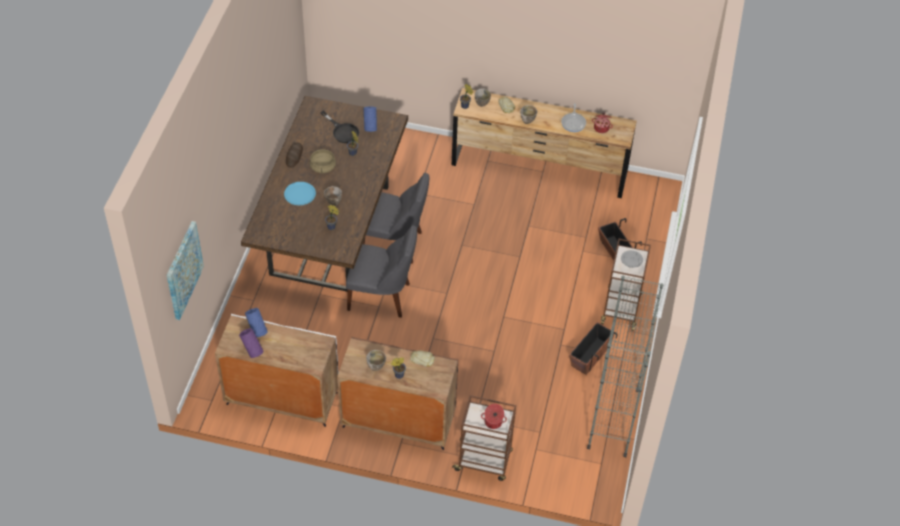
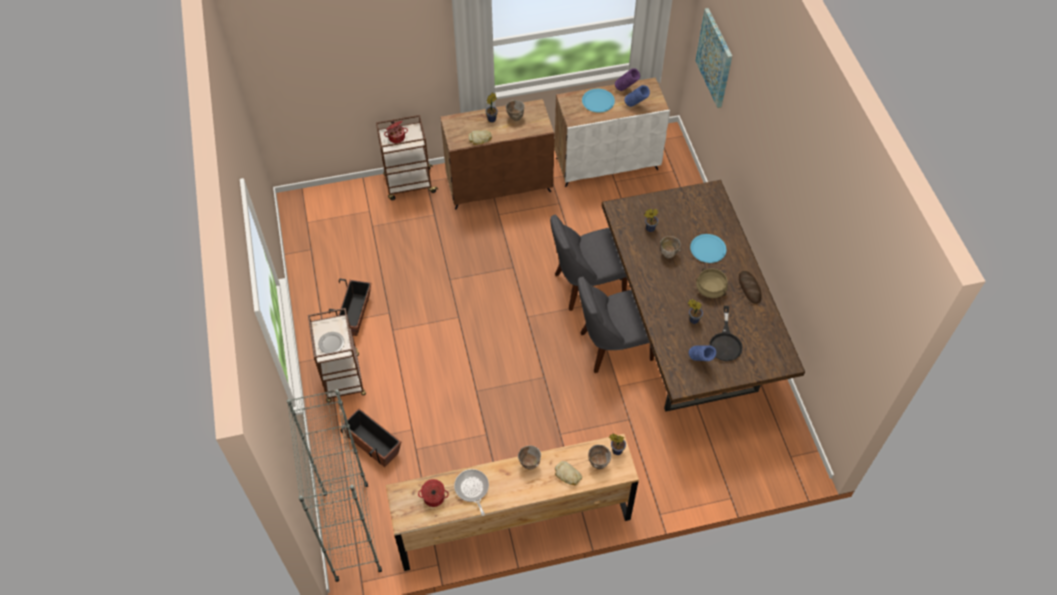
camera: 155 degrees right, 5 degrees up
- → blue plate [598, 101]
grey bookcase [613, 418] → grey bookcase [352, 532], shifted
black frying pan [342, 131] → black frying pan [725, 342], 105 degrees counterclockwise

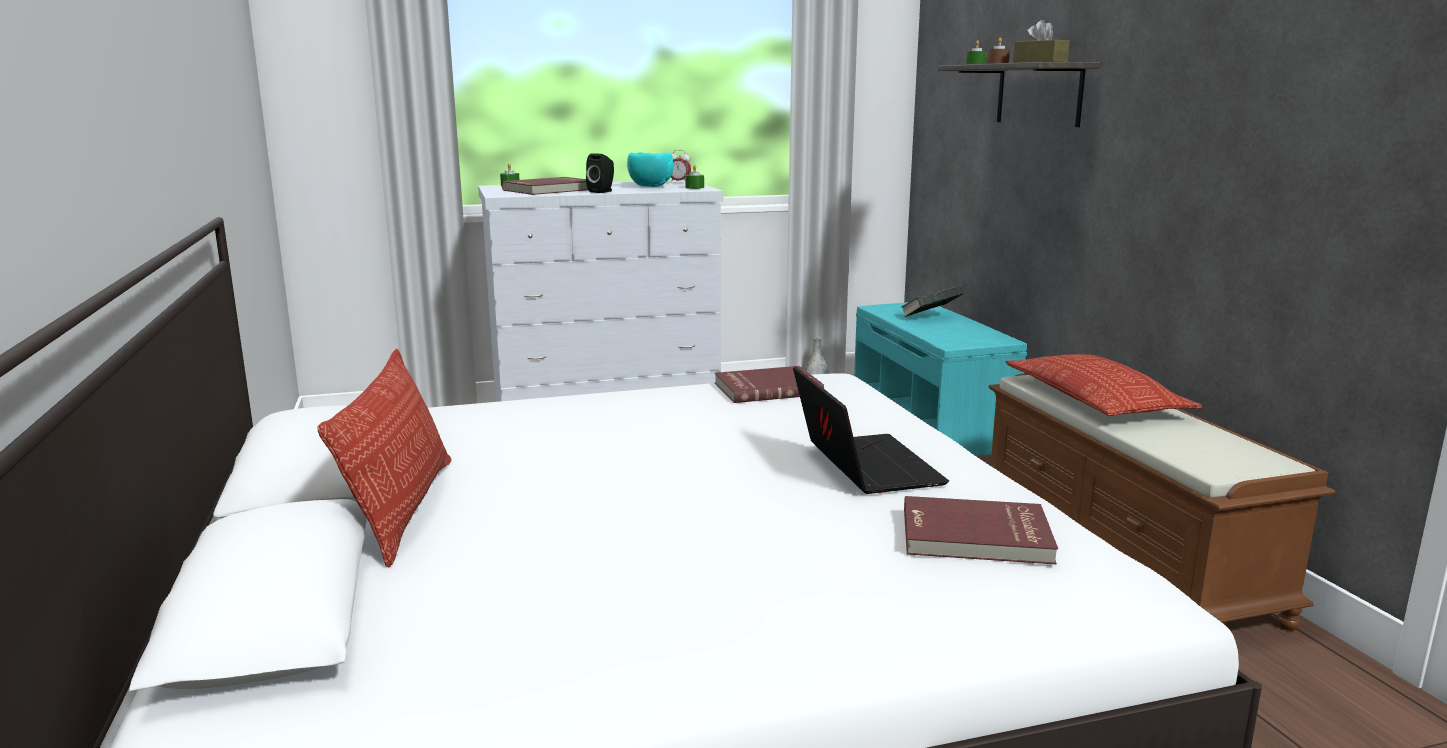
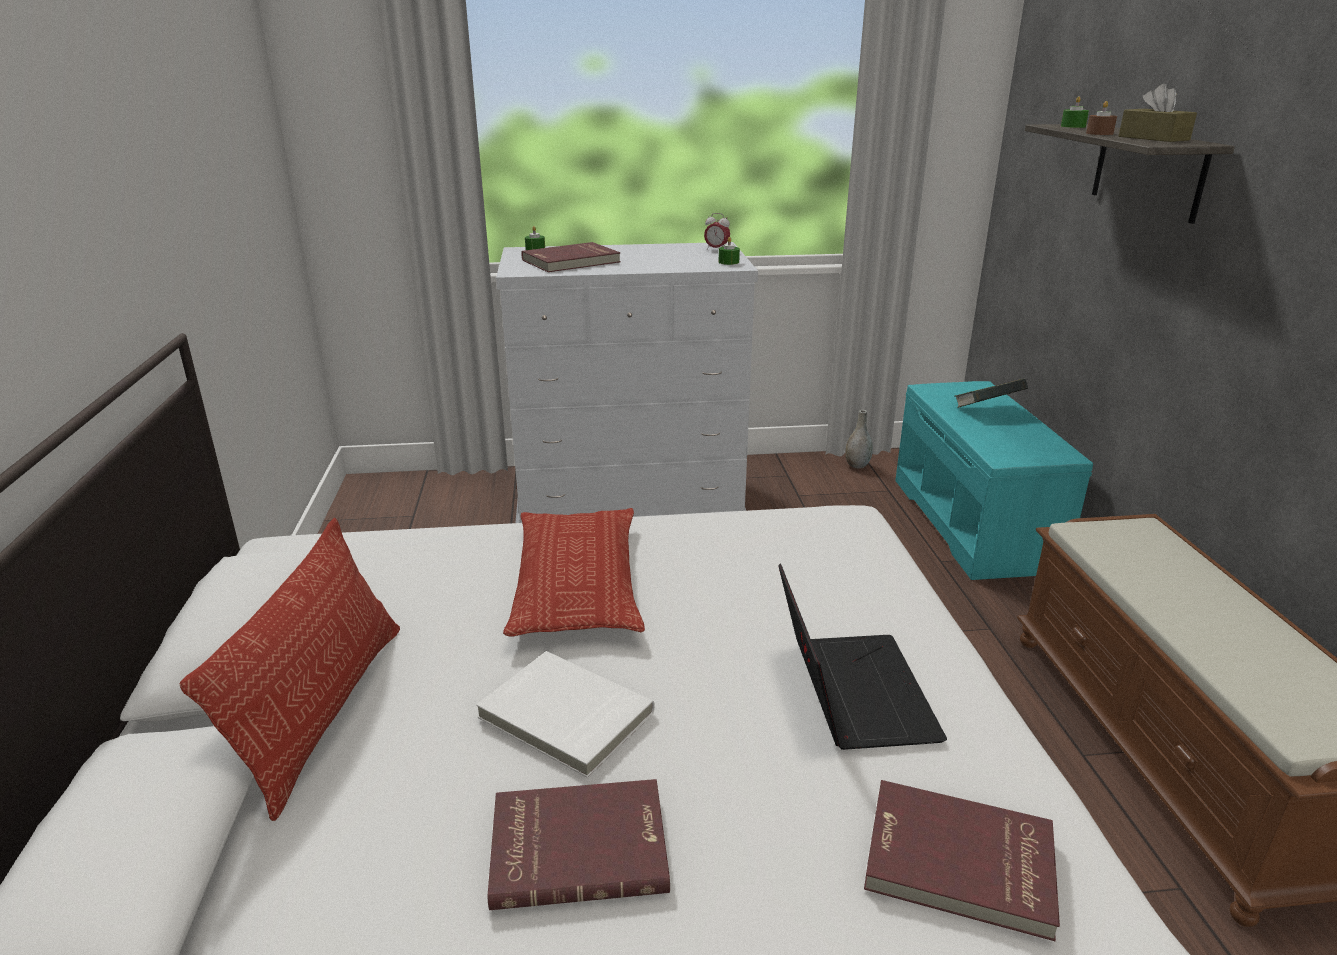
camera: 10 degrees right, 10 degrees up
black speaker [602, 191] → -
turquoise bowl [651, 186] → -
- → white book [564, 717]
red book [767, 388] → red book [579, 845], shifted
pillow [1094, 398] → pillow [577, 582], shifted

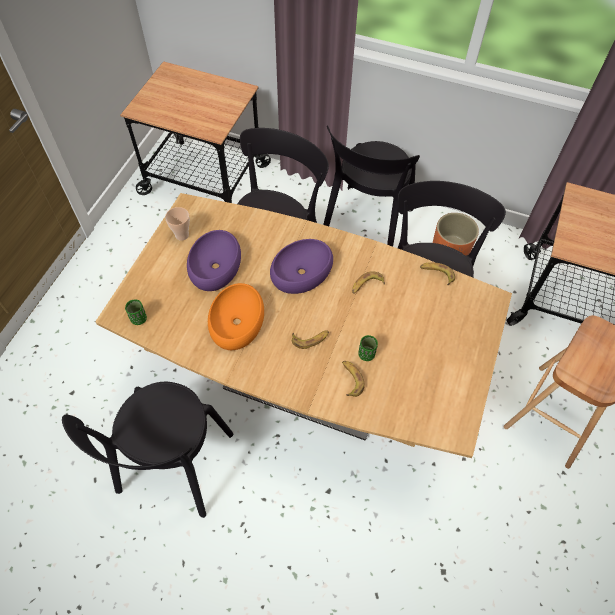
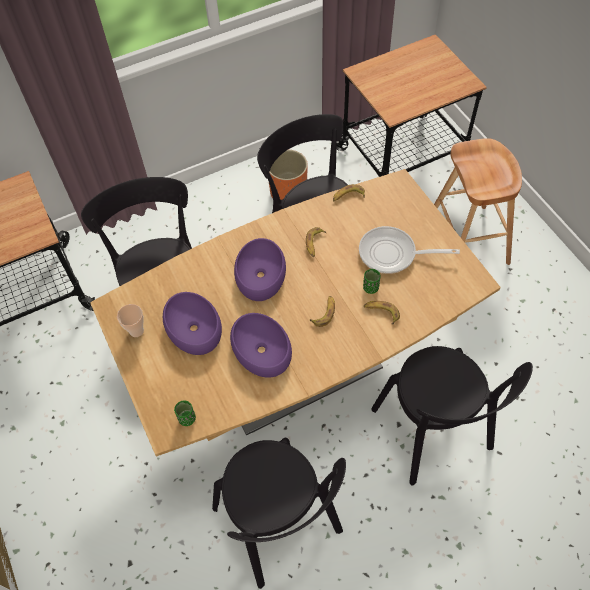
camera: 45 degrees left, 0 degrees up
- → frying pan [392, 254]
black chair [366, 224] → black chair [434, 433], shifted
orange bowl [236, 321] → purple bowl [260, 350]

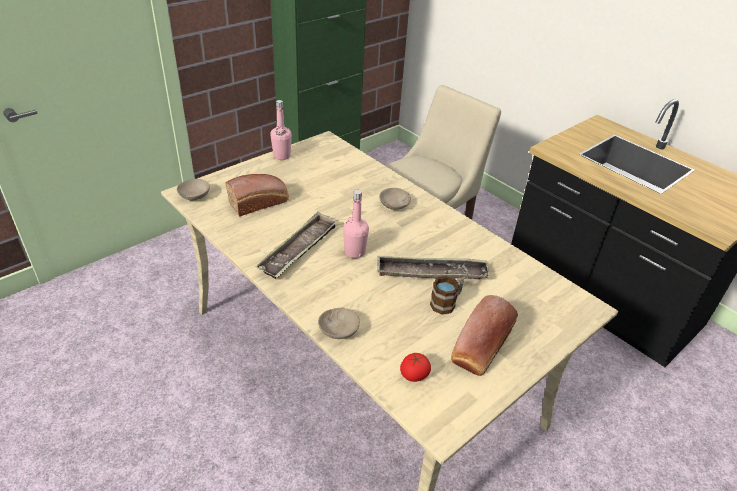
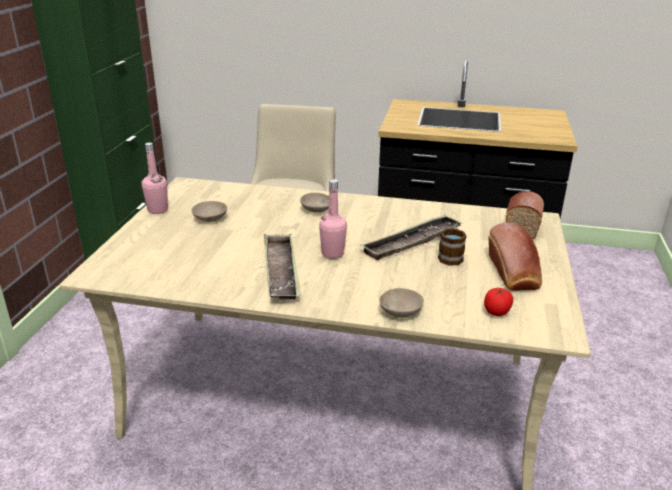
camera: 35 degrees left, 10 degrees down
beige bowl [195, 195] → beige bowl [211, 218], shifted
bread [260, 202] → bread [523, 223], shifted

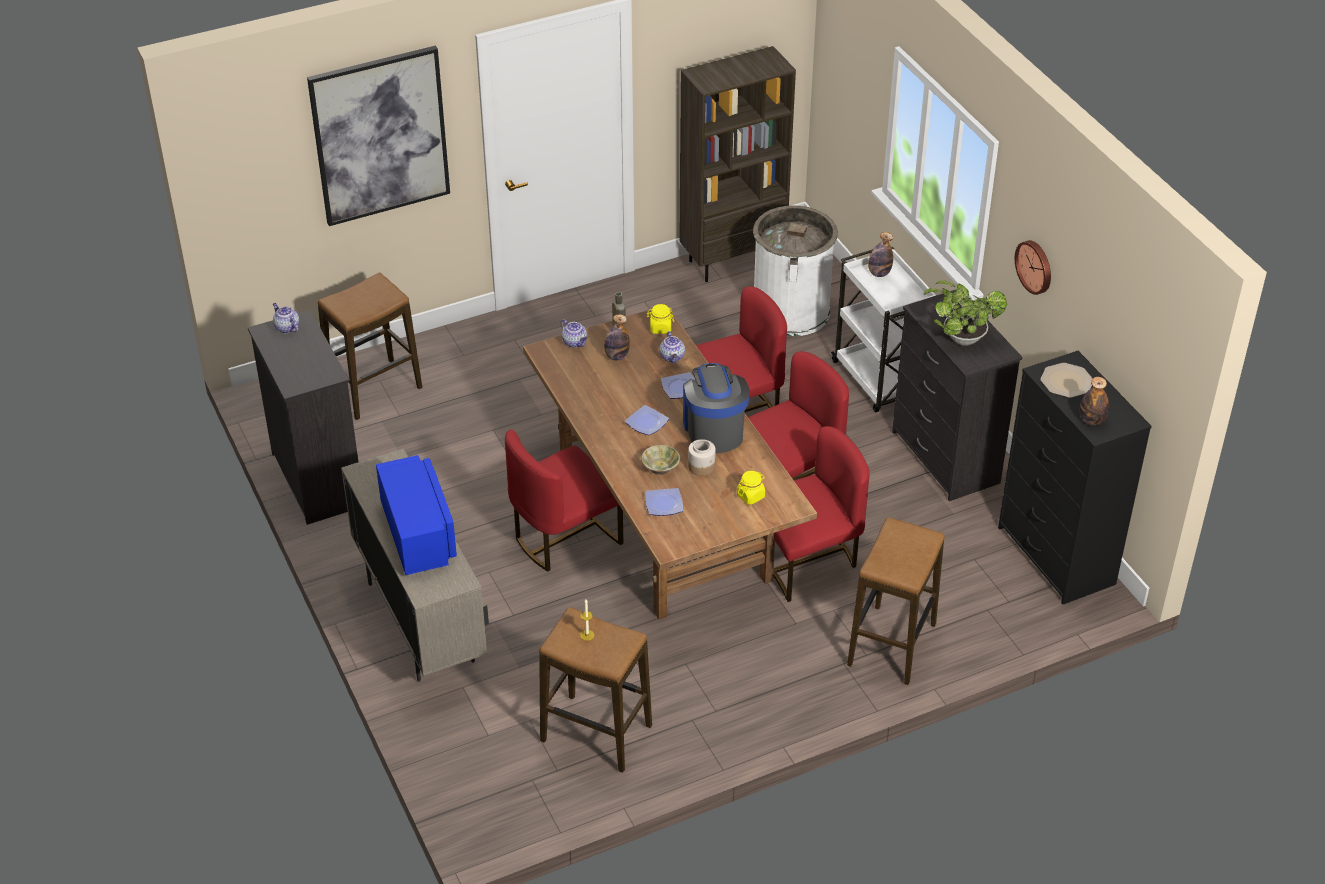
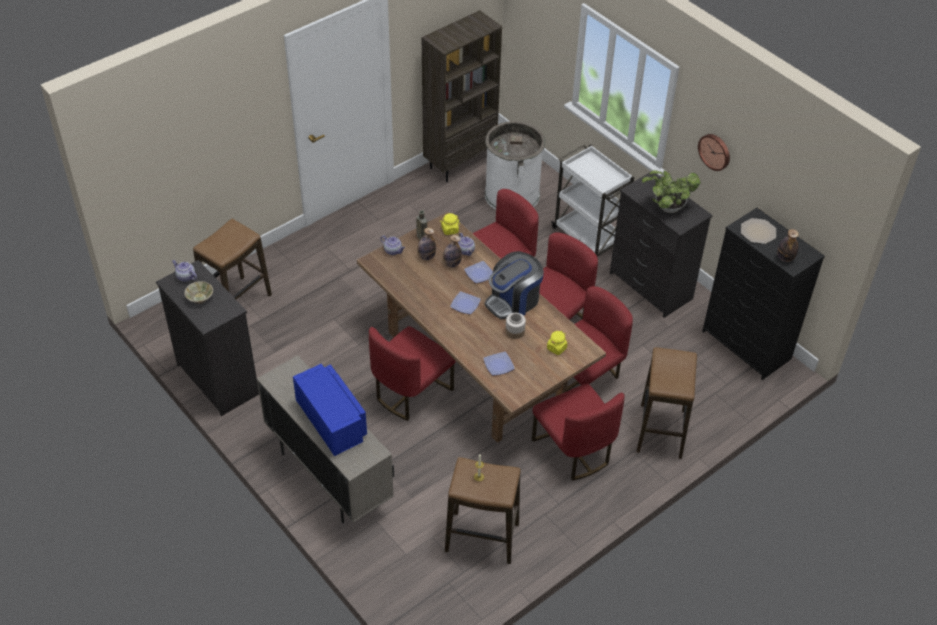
camera: 15 degrees left, 5 degrees up
picture [380, 135] → -
- → red chair [573, 450]
beige bowl [660, 467] → beige bowl [200, 298], shifted
bottle [879, 273] → bottle [452, 264], shifted
coffee machine [714, 429] → coffee machine [513, 301], 105 degrees counterclockwise

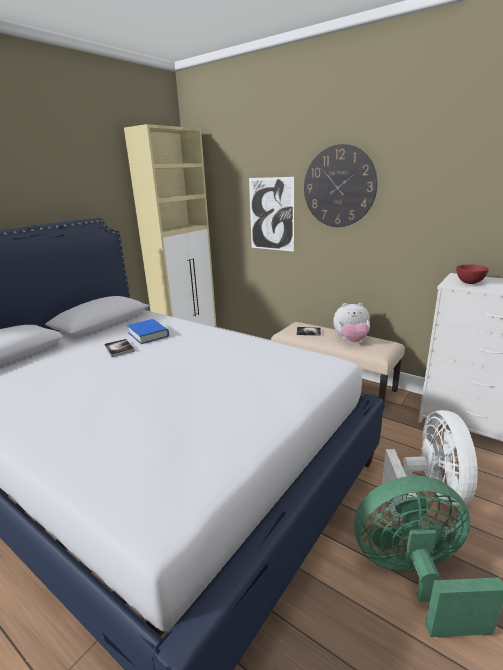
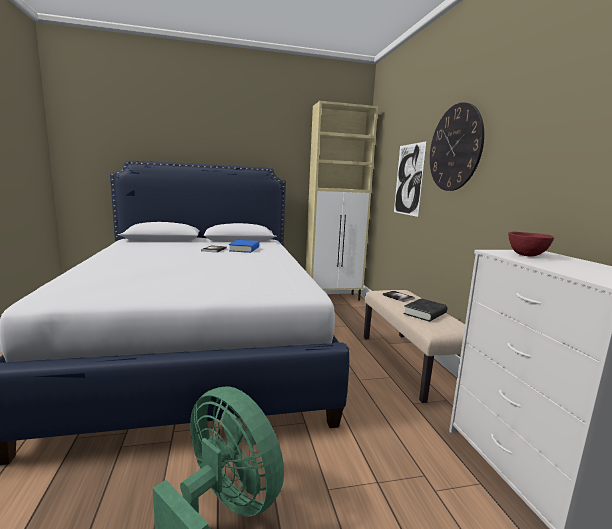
camera: 40 degrees right, 10 degrees down
white fan [429, 494] → -
plush toy [351, 340] → black book [425, 313]

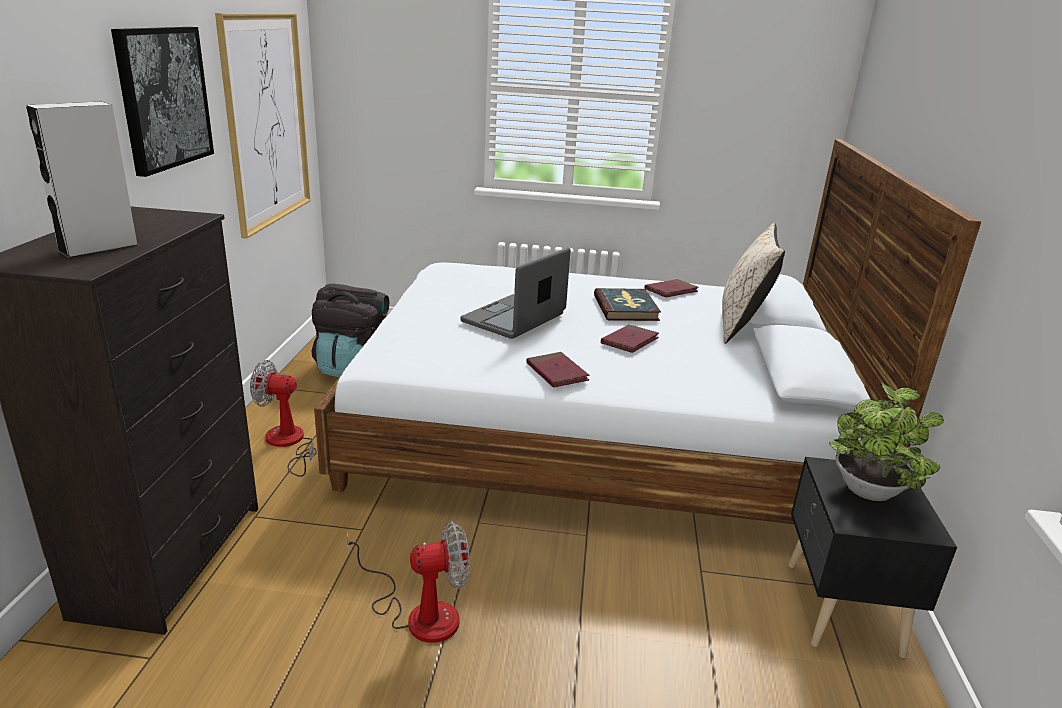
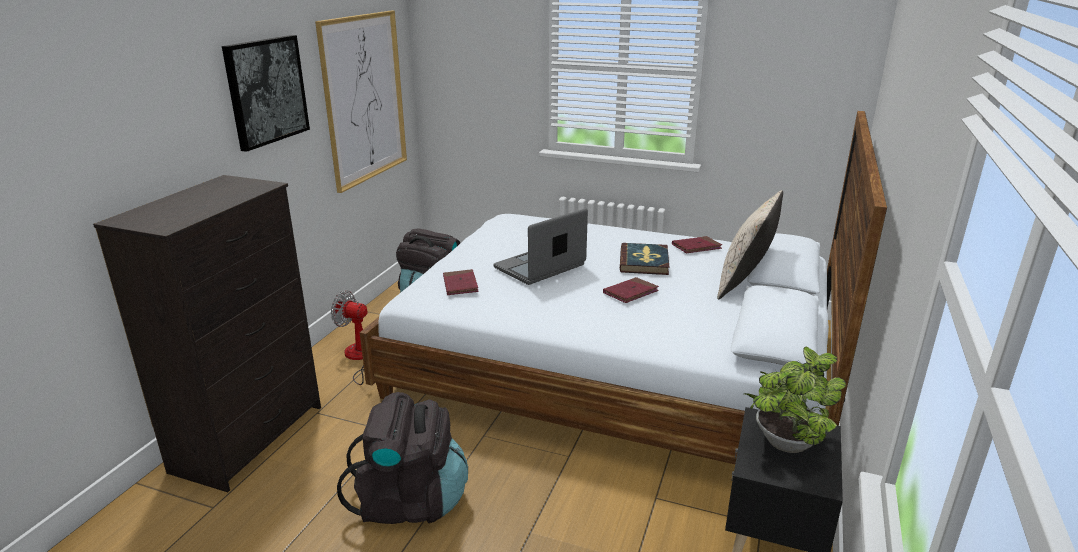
camera: 15 degrees right, 0 degrees up
grey speaker [99, 248] → -
red book [556, 373] → red book [460, 285], shifted
fan [419, 613] → black backpack [410, 501]

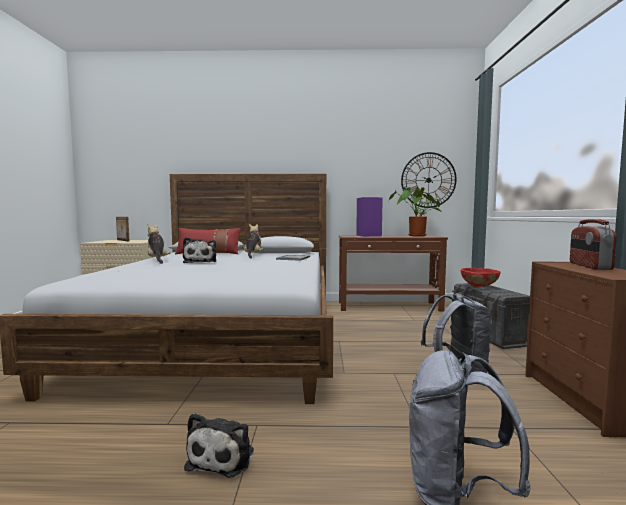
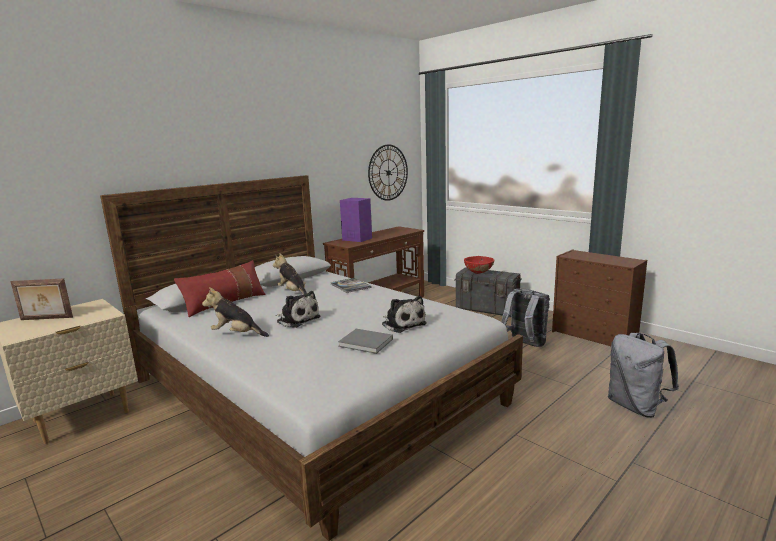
camera: 45 degrees left, 10 degrees up
potted plant [416, 236] → -
radio [589, 266] → -
- → grey book [367, 343]
plush toy [223, 457] → plush toy [402, 324], shifted

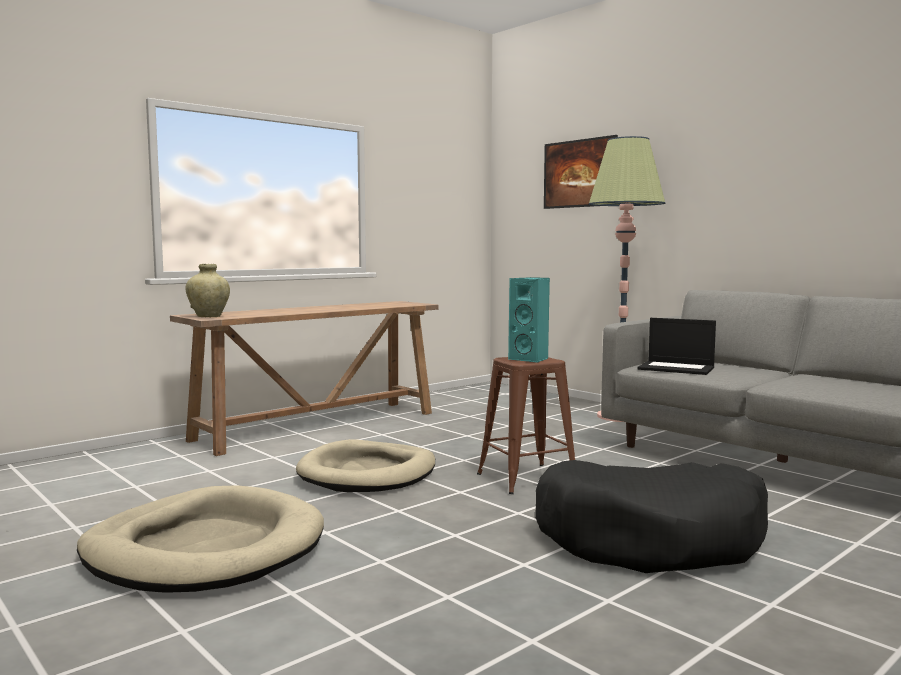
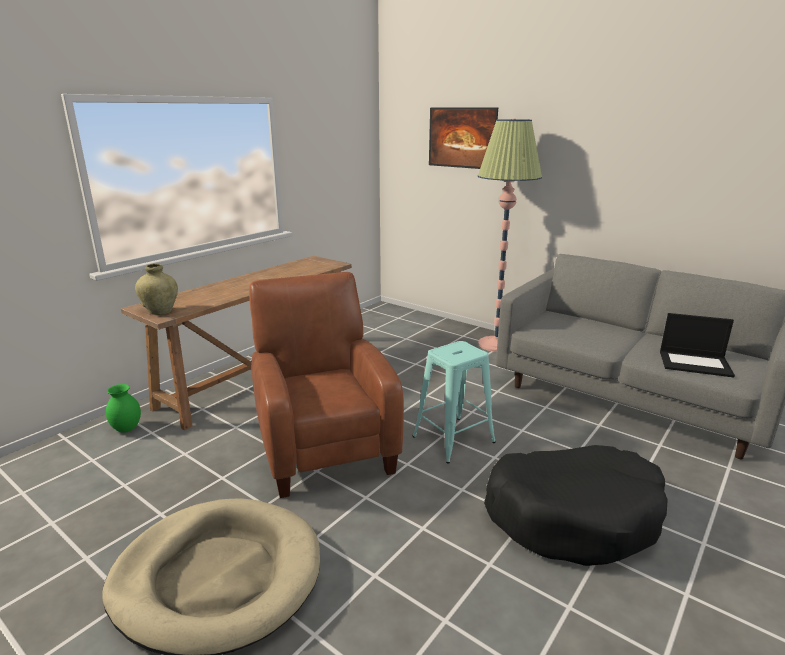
camera: 10 degrees left, 15 degrees up
turquoise speaker [530, 359] → -
- → green vase [126, 429]
laptop [677, 368] → laptop [695, 363], shifted
beige dog bed [368, 473] → brown armchair [323, 444]
brown stool [527, 478] → turquoise stool [453, 439]

